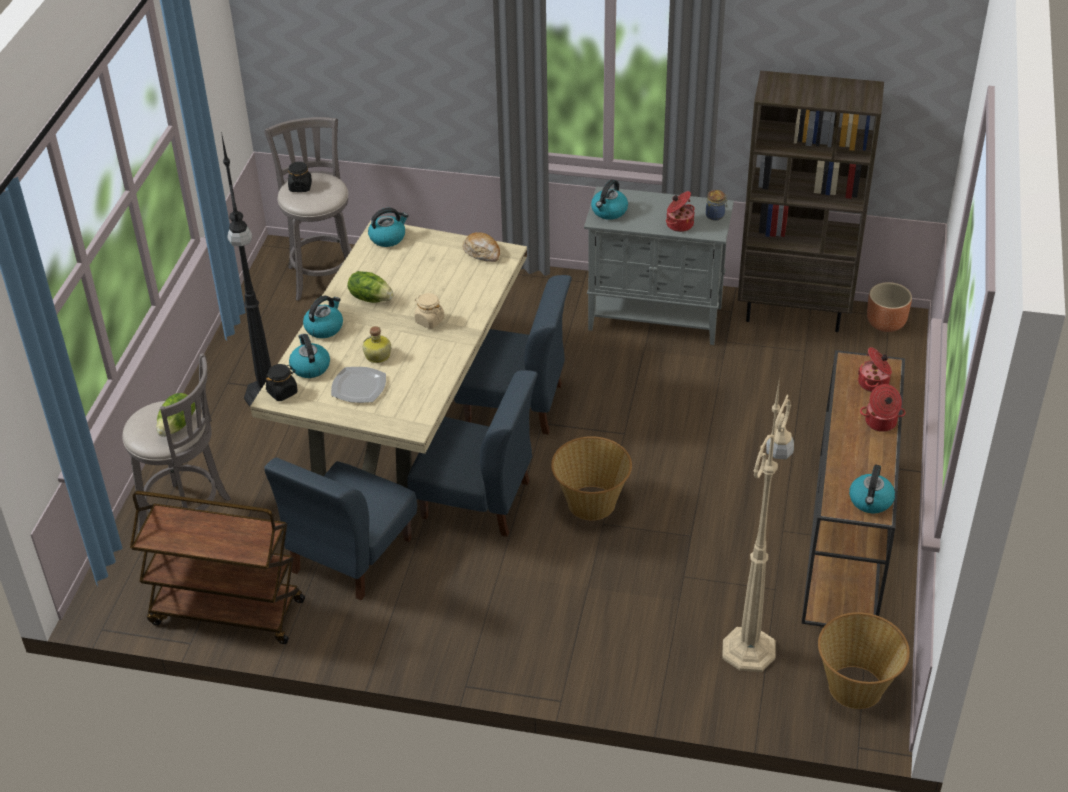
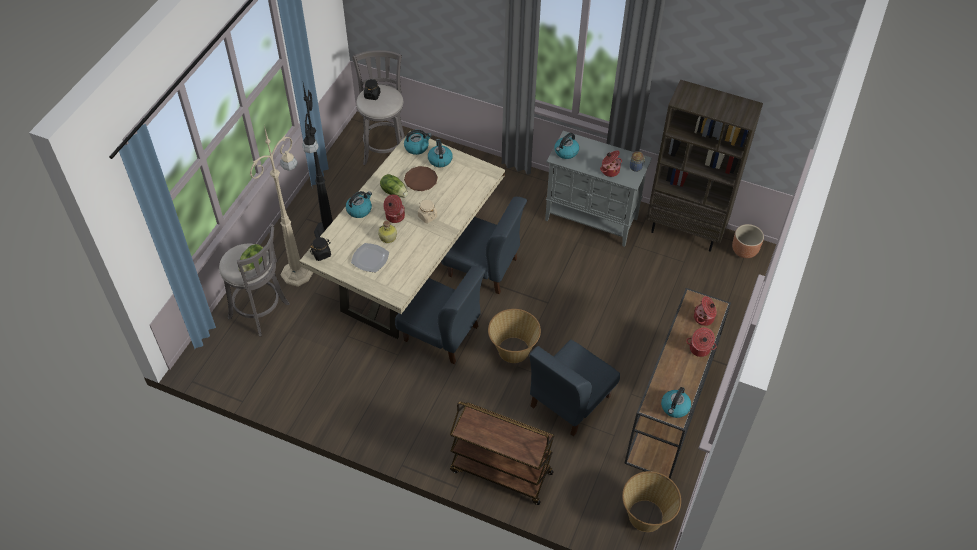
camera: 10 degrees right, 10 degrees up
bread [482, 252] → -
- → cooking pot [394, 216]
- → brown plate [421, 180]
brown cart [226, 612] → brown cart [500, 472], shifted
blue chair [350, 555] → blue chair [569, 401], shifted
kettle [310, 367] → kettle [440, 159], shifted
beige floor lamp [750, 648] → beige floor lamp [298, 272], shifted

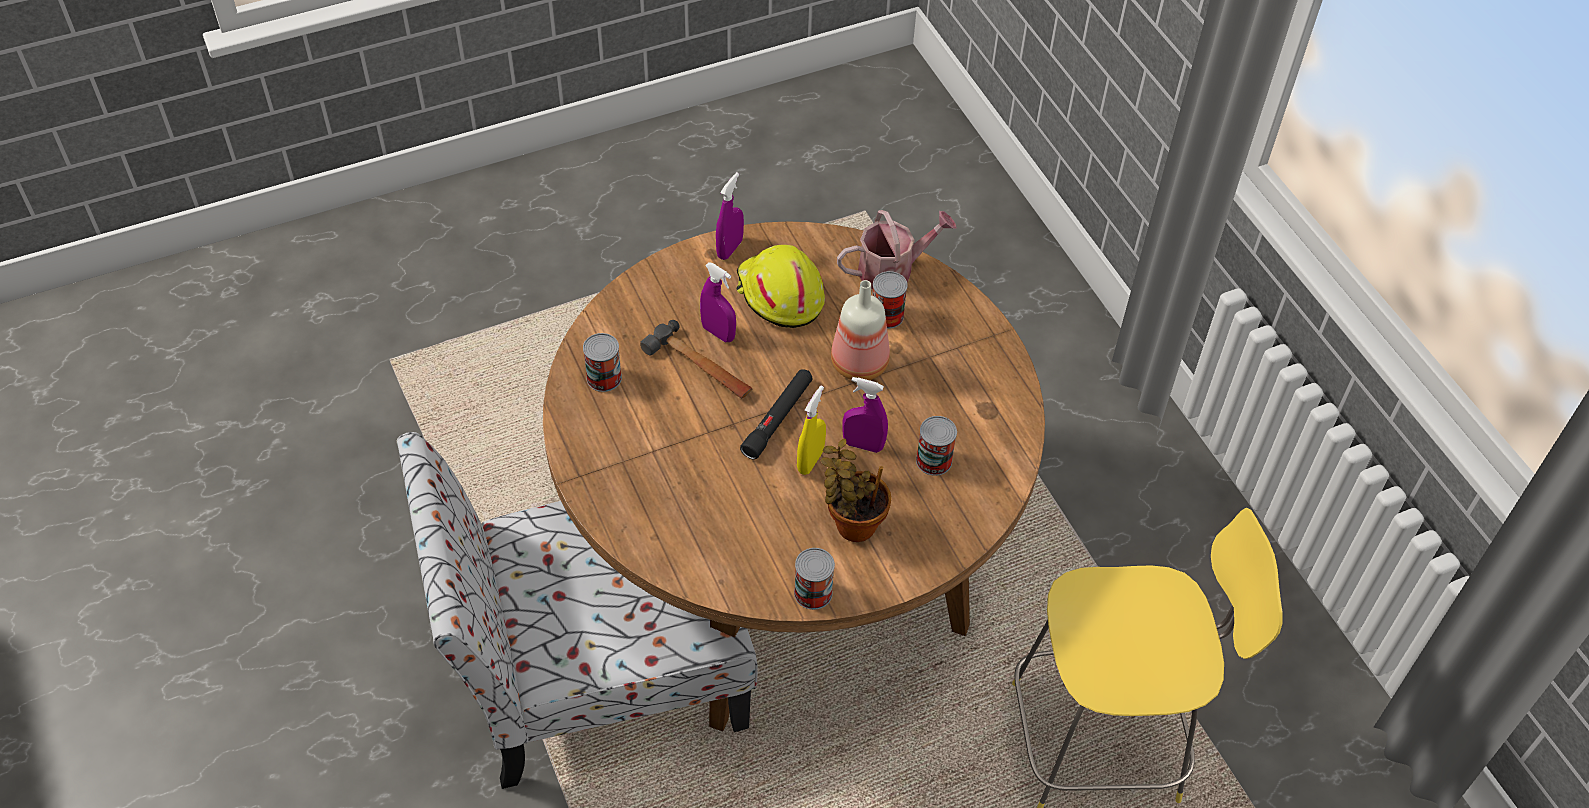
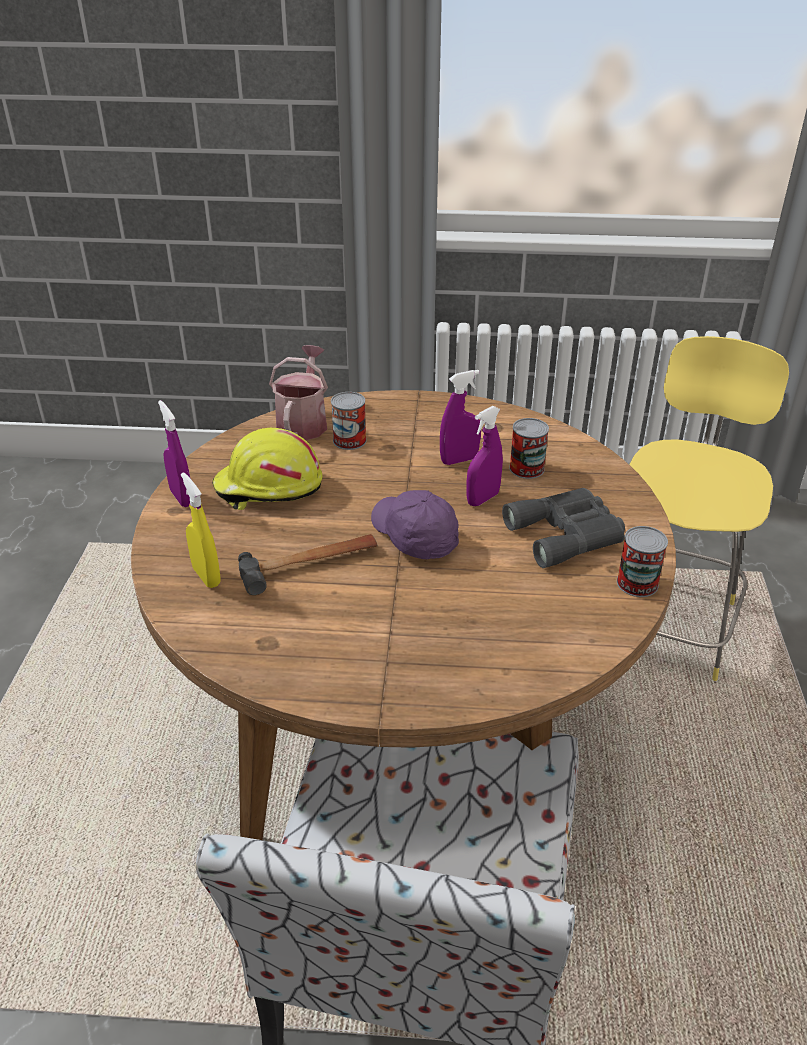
camera: 60 degrees left, 15 degrees down
can [604, 378] → -
bottle [860, 362] → -
purple spray bottle [718, 333] → purple spray bottle [459, 460], shifted
yellow spray bottle [810, 461] → yellow spray bottle [206, 576], shifted
black flashlight [778, 418] → purple cap [413, 536]
potted plant [852, 523] → grey binoculars [568, 534]

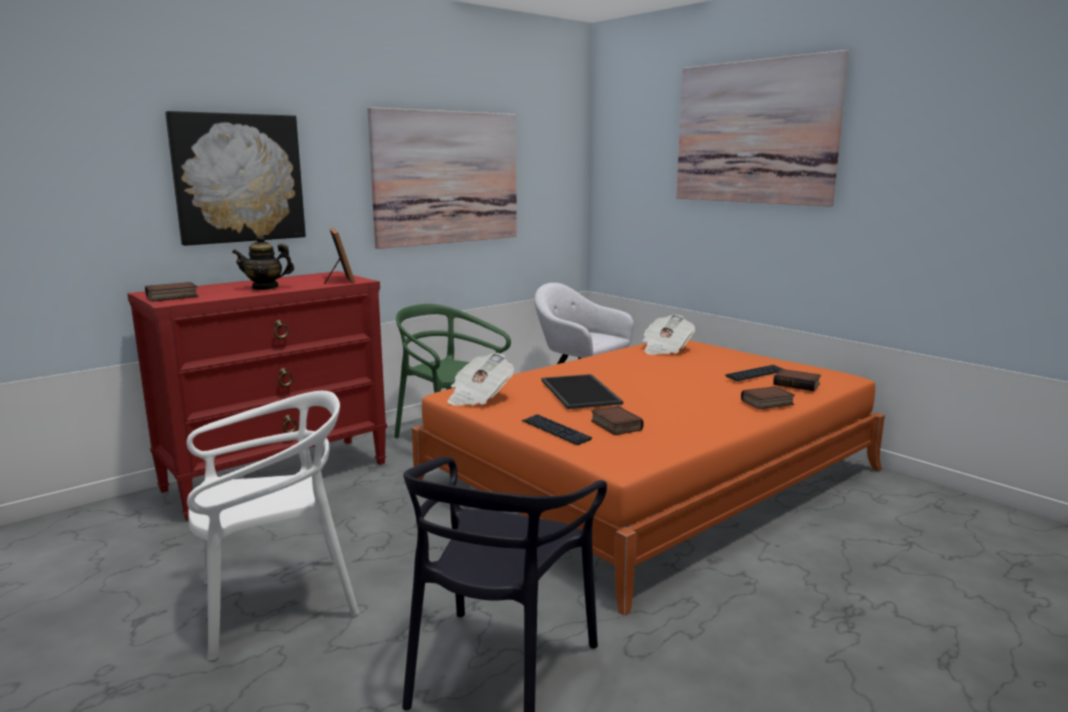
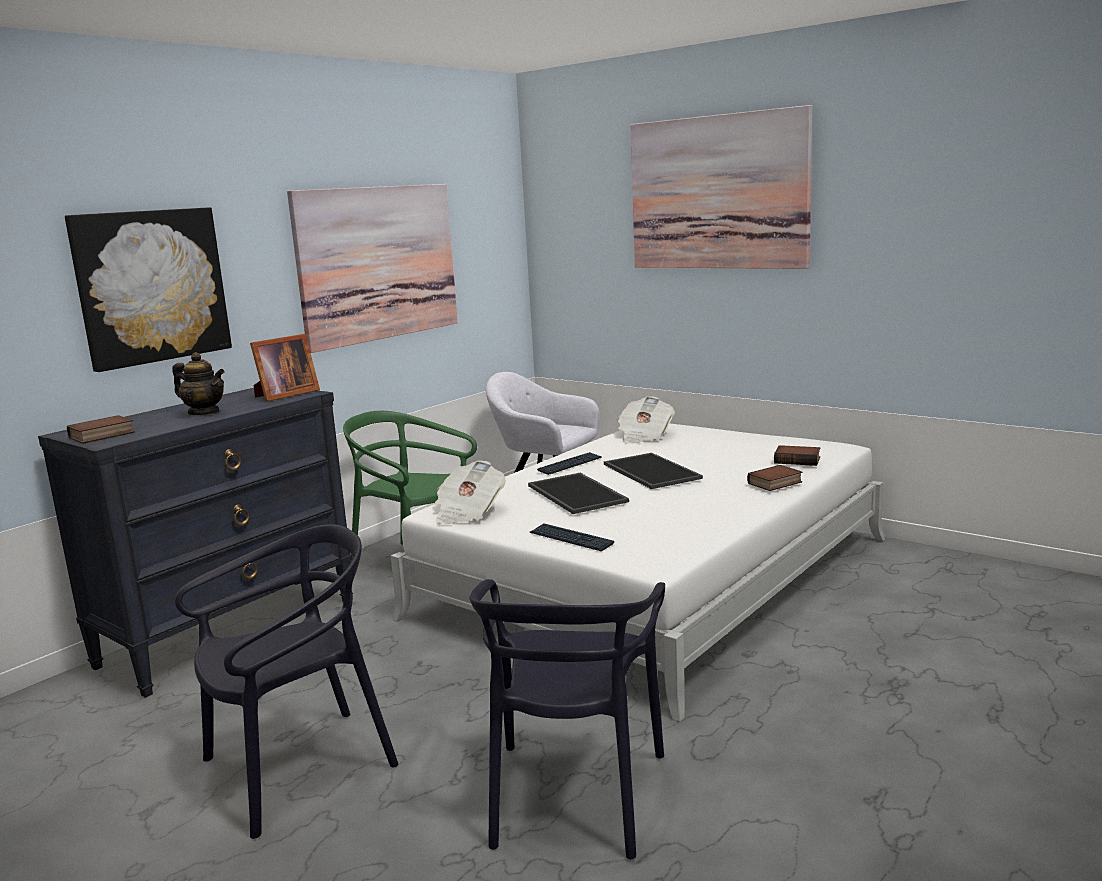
camera: 10 degrees left, 0 degrees up
book [614, 425] → -
- → tray [649, 471]
keyboard [756, 374] → keyboard [570, 464], shifted
red dresser [278, 475] → black dresser [230, 631]
white chair [276, 602] → black chair [299, 768]
orange bed [651, 476] → white bed [655, 577]
teapot [265, 287] → teapot [204, 413], 135 degrees counterclockwise
picture frame [339, 280] → picture frame [284, 395], 75 degrees clockwise

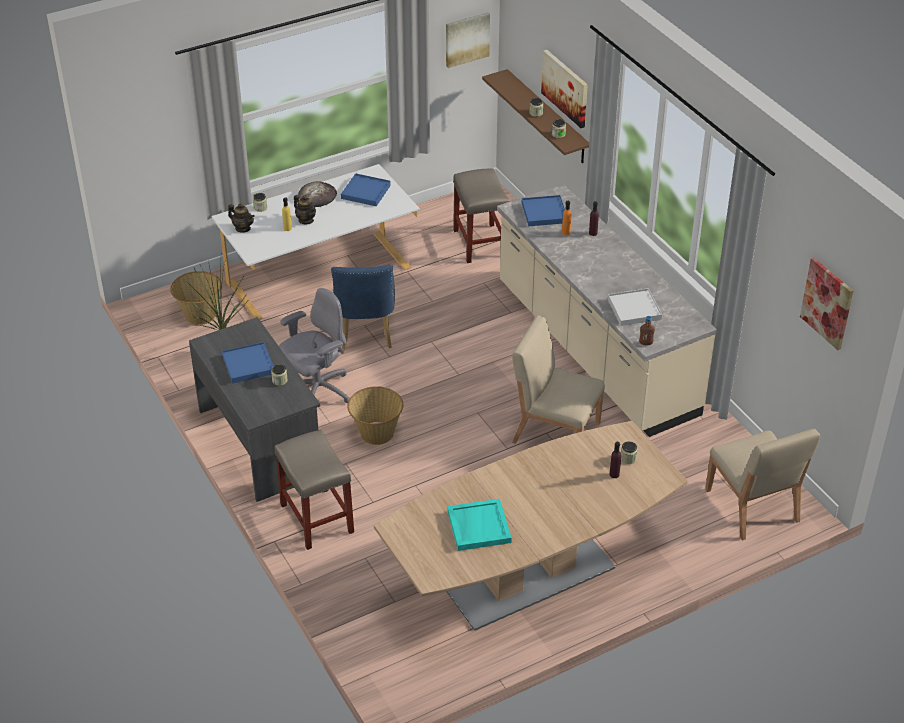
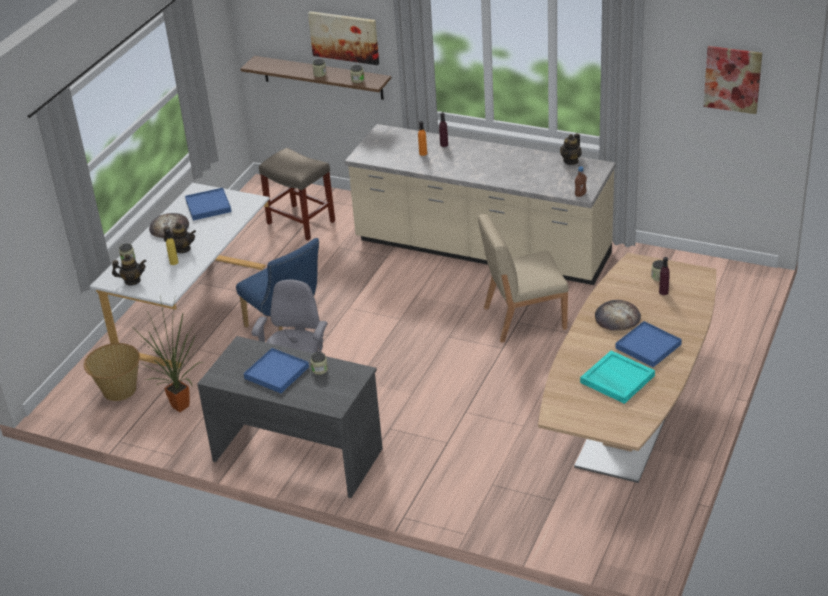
camera: 35 degrees left, 5 degrees down
beige stool [316, 518] → -
basket [376, 433] → -
picture [466, 39] → -
white tray [634, 309] → -
beige chair [752, 506] → -
- → teapot [571, 161]
- → bread [617, 318]
blue tray [544, 213] → blue tray [648, 346], shifted

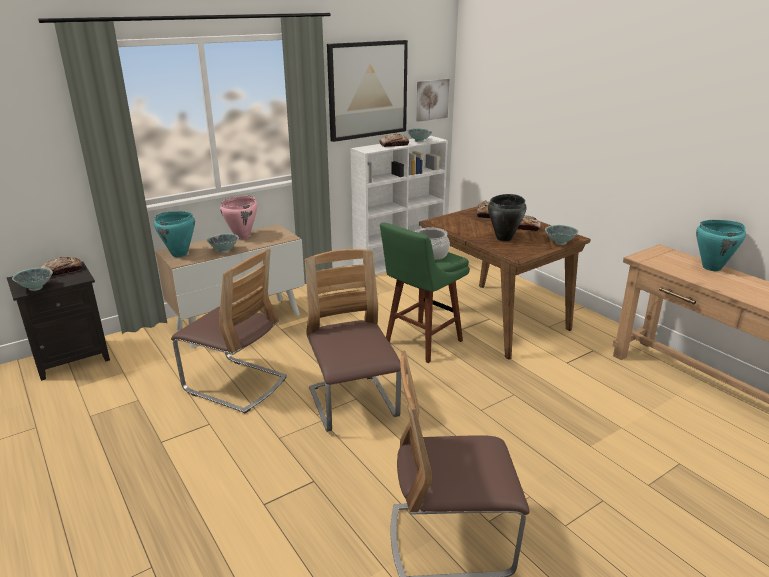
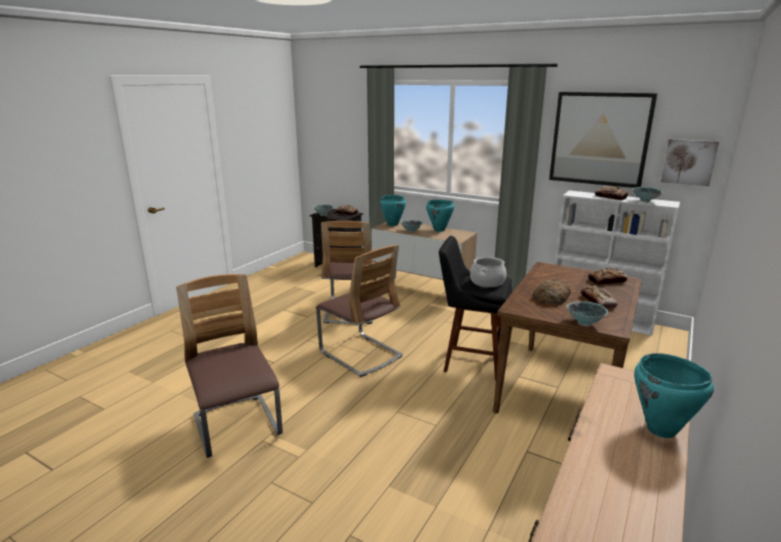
camera: 65 degrees right, 5 degrees down
black cooking pot [504, 238] → bread [552, 297]
pink cooking pot [242, 237] → turquoise cooking pot [439, 230]
green stool [421, 343] → black stool [470, 361]
chair [352, 404] → chair [360, 354], 90 degrees clockwise

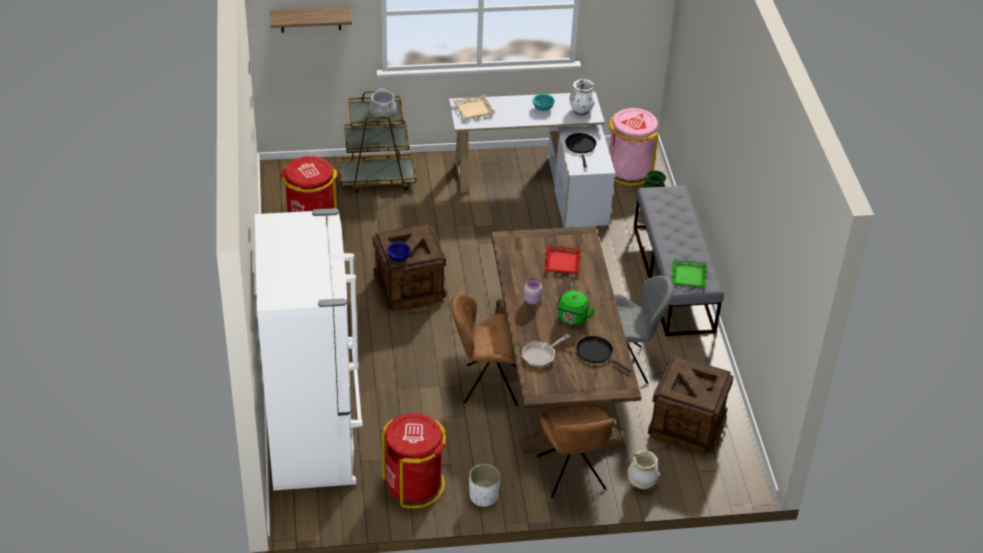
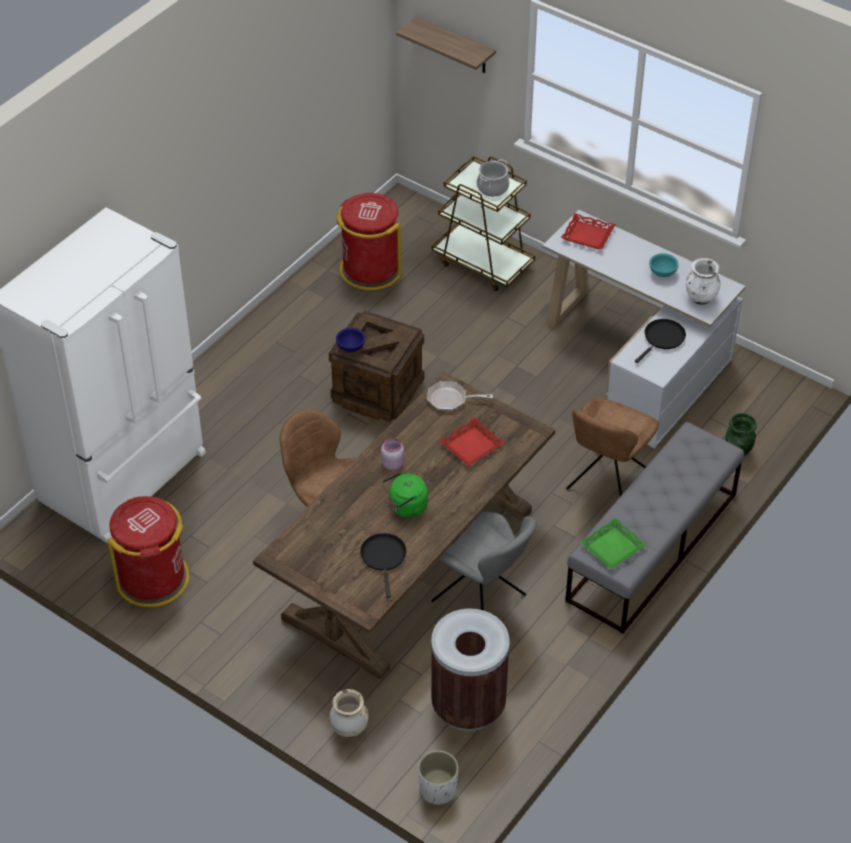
camera: 45 degrees right, 5 degrees up
pink trash can [628, 170] → -
white planter [484, 496] → white planter [438, 790], shifted
frying pan [541, 355] → frying pan [450, 399], shifted
brown chair [572, 475] → brown chair [607, 483], shifted
crate [687, 426] → brown trash can [468, 706]
beige tray [473, 110] → red tray [587, 235]

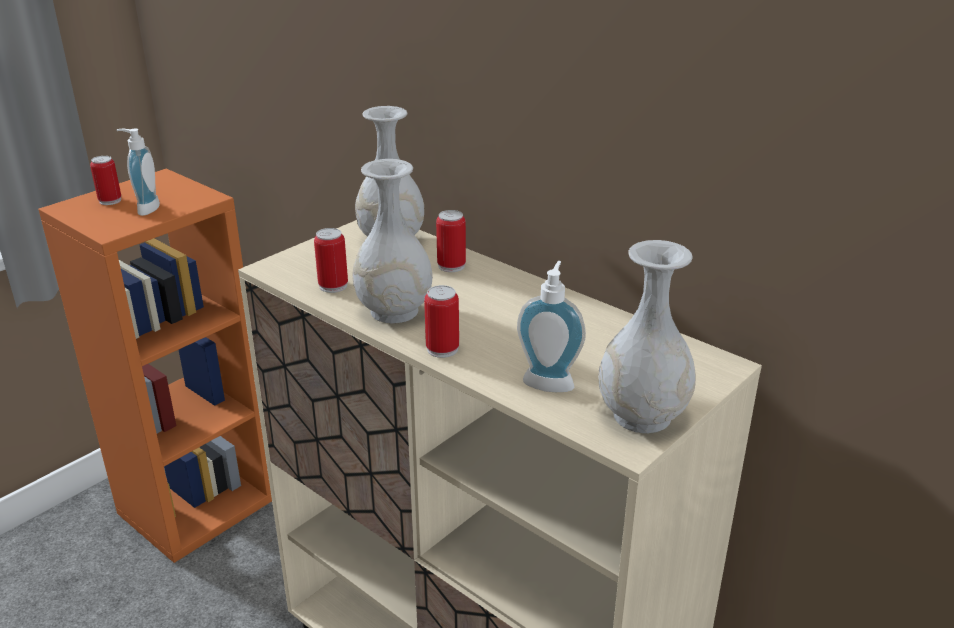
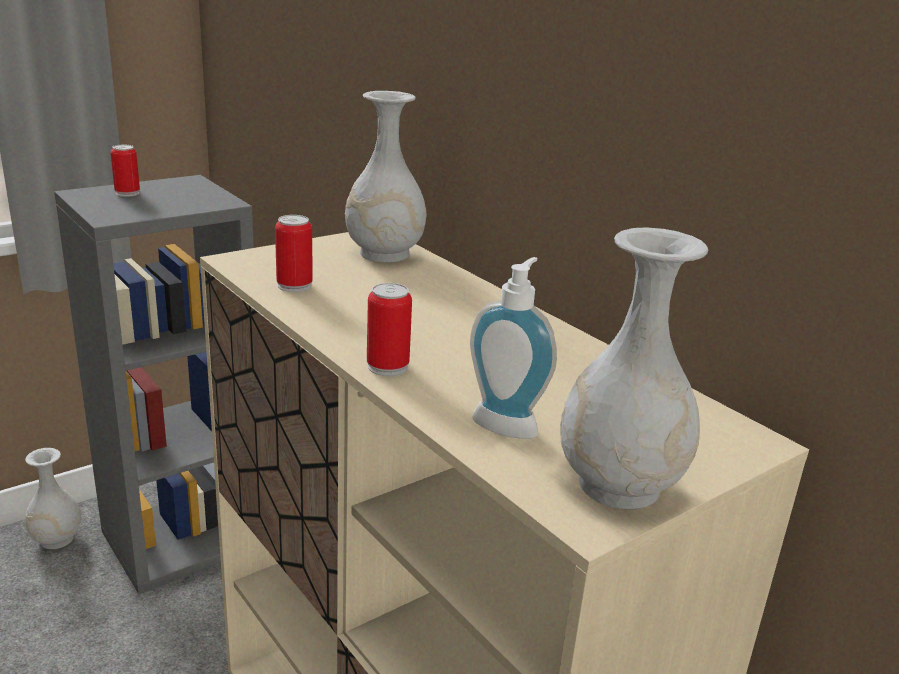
camera: 10 degrees right, 5 degrees down
soap dispenser [145, 208] → -
can [451, 266] → -
white vase [393, 311] → white vase [56, 539], shifted
orange bookcase [198, 504] → grey bookcase [184, 537]

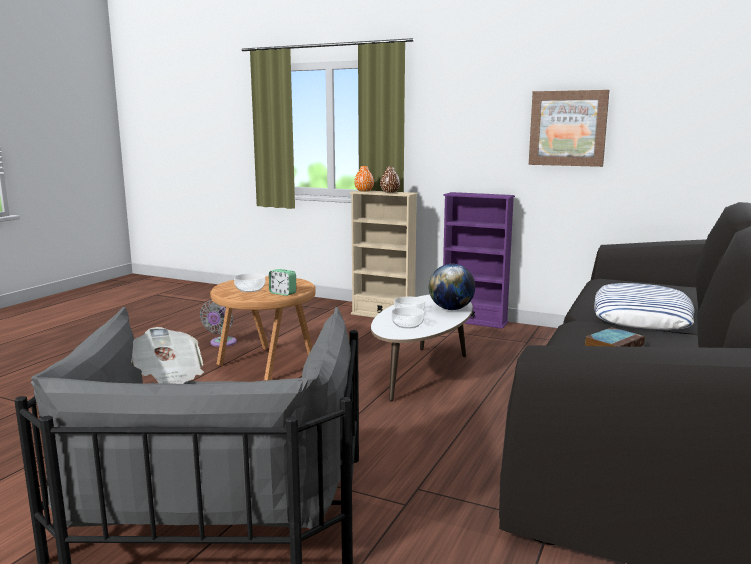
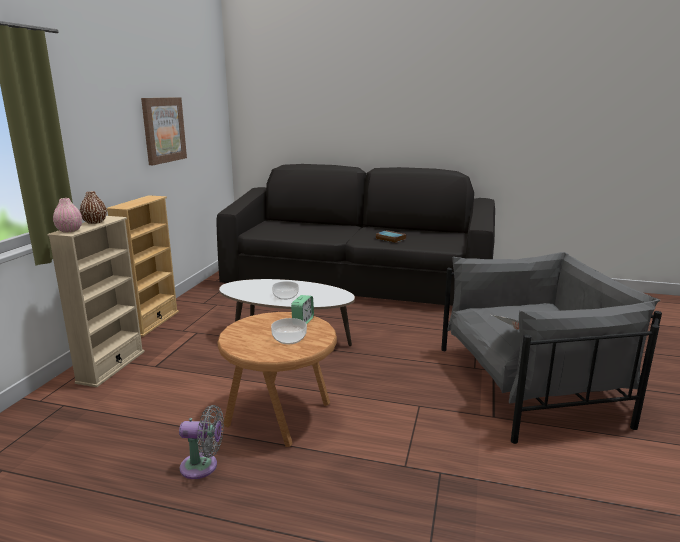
camera: 100 degrees left, 5 degrees up
bowl [407, 325] → -
globe [451, 309] → -
pillow [641, 316] → -
orange vase [364, 191] → pink vase [69, 230]
purple bookcase [474, 321] → beige bookcase [152, 322]

